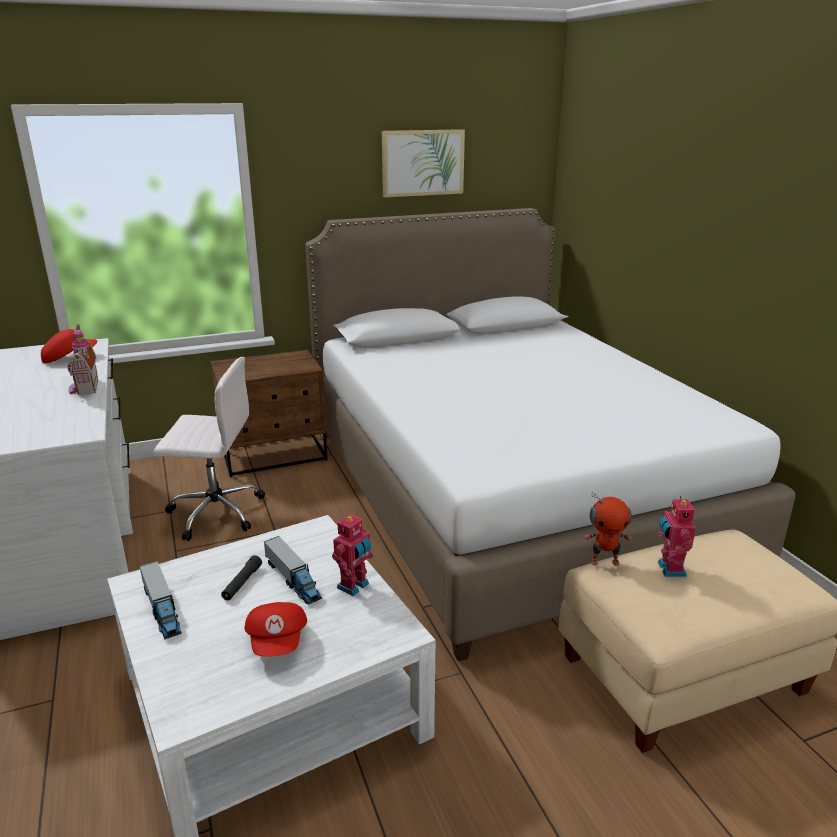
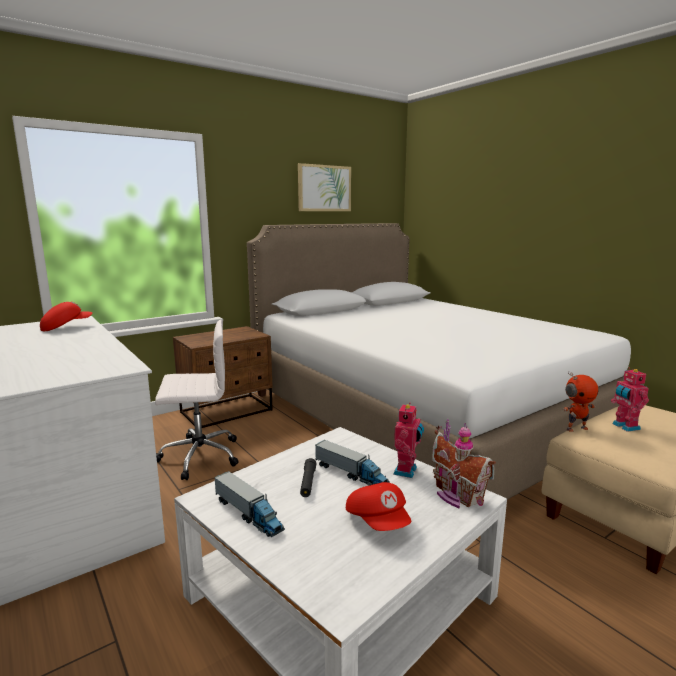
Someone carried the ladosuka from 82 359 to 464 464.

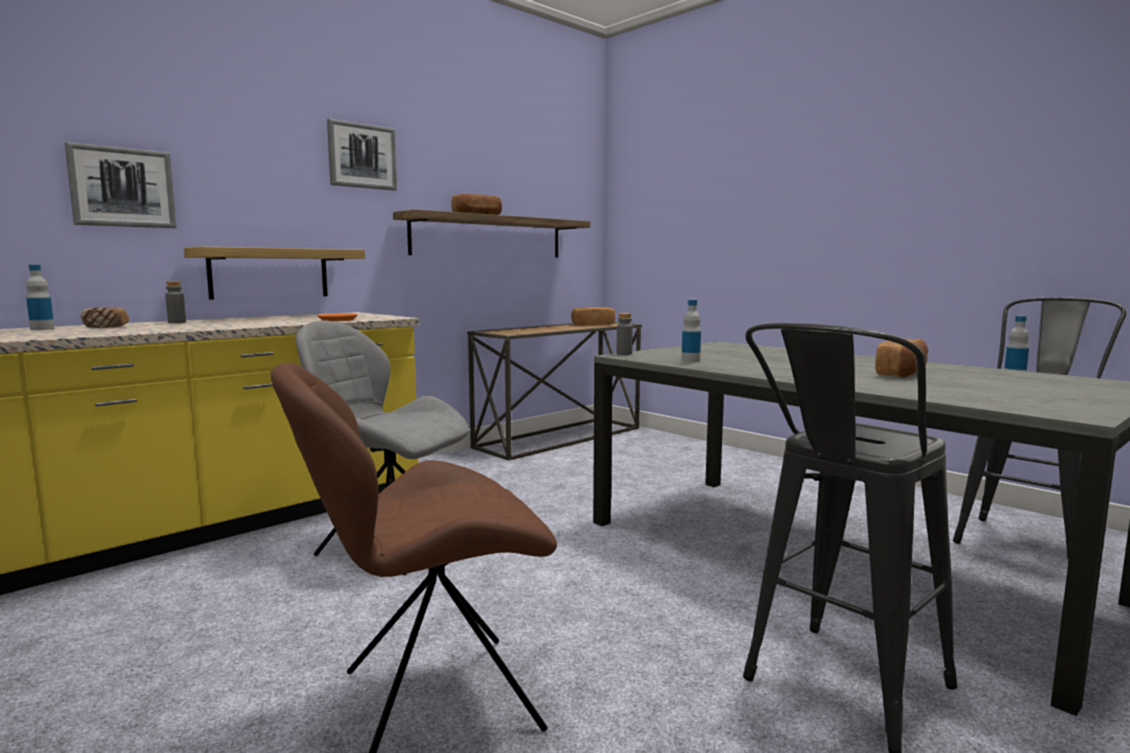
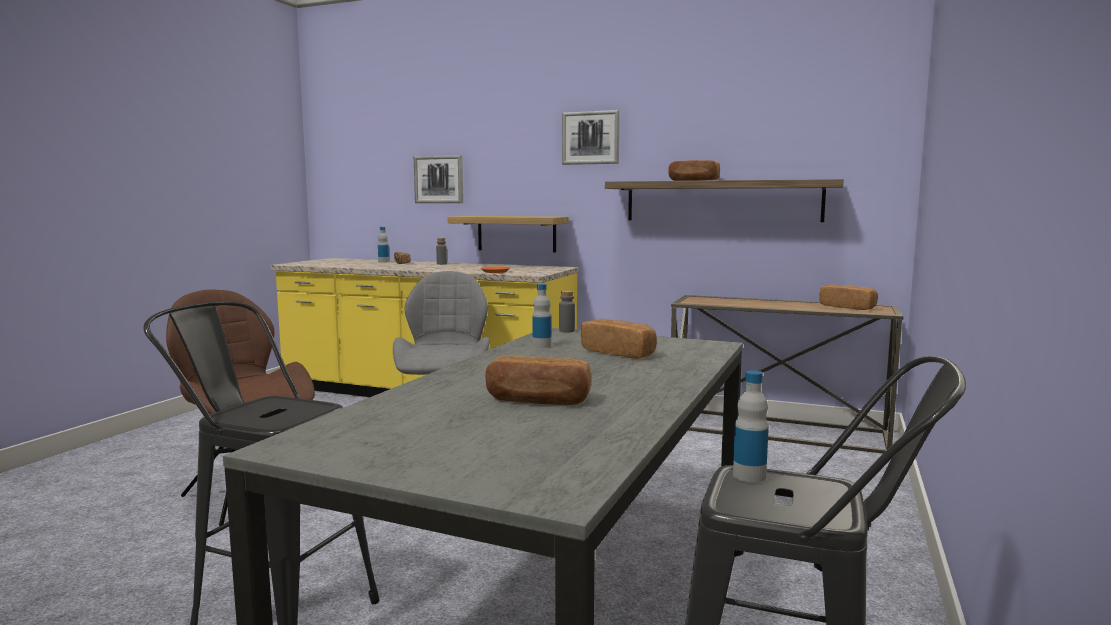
Someone put down the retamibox at 619 339.

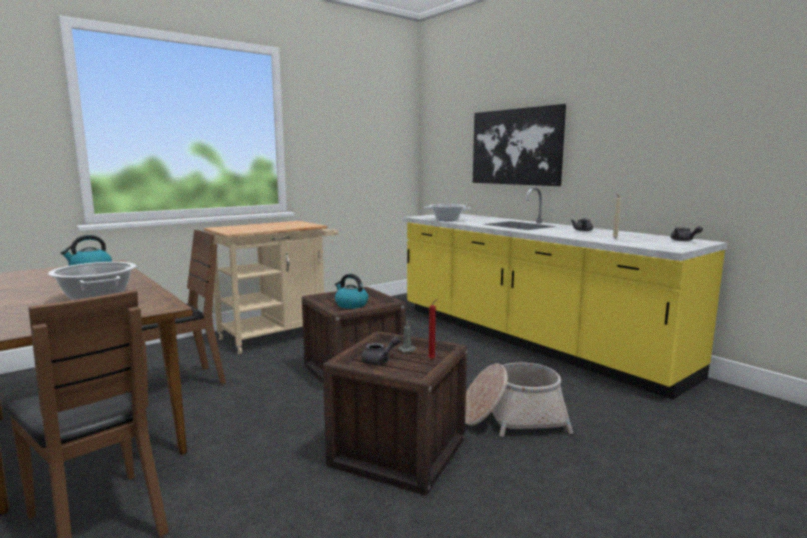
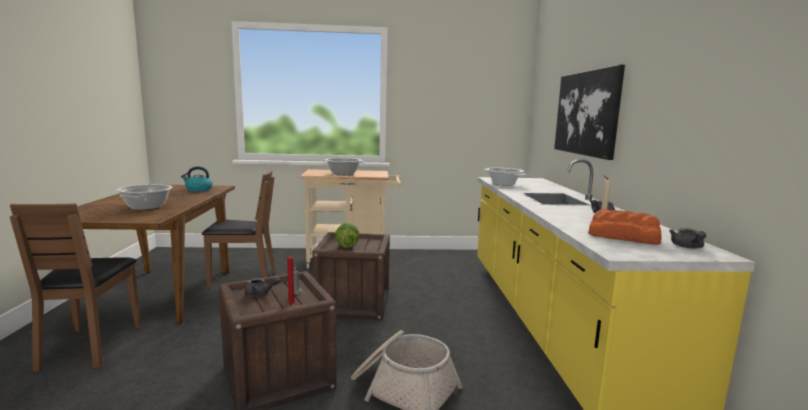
Someone swapped the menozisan at 351 291 for the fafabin at 347 235.
Someone put down the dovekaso at 343 167.
Someone put down the retamibox at 625 226.

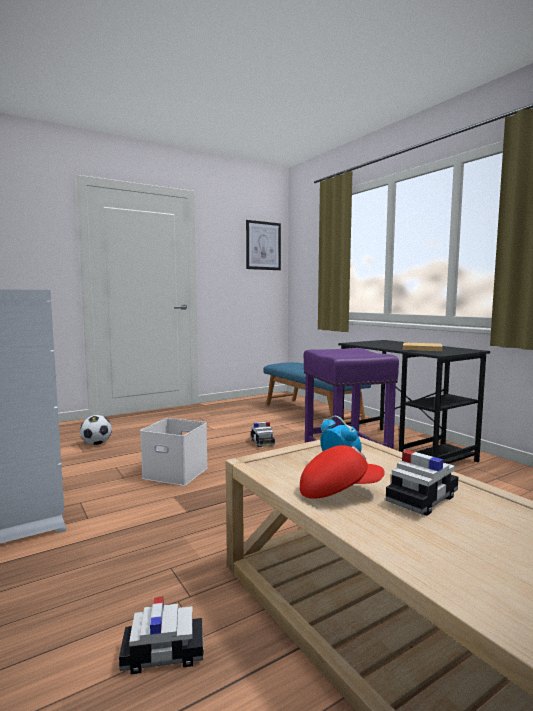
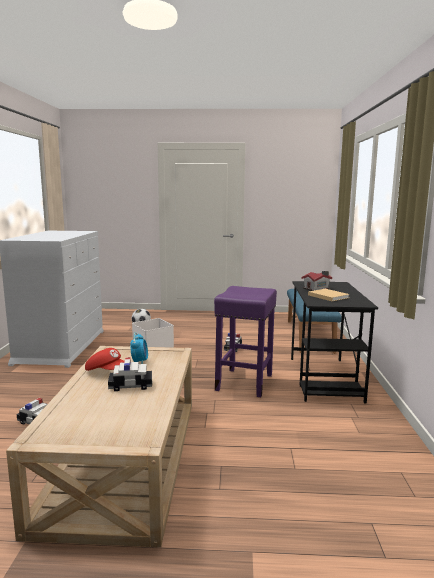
Someone took away the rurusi at 263 245.
Someone put down the ladosuka at 317 281.

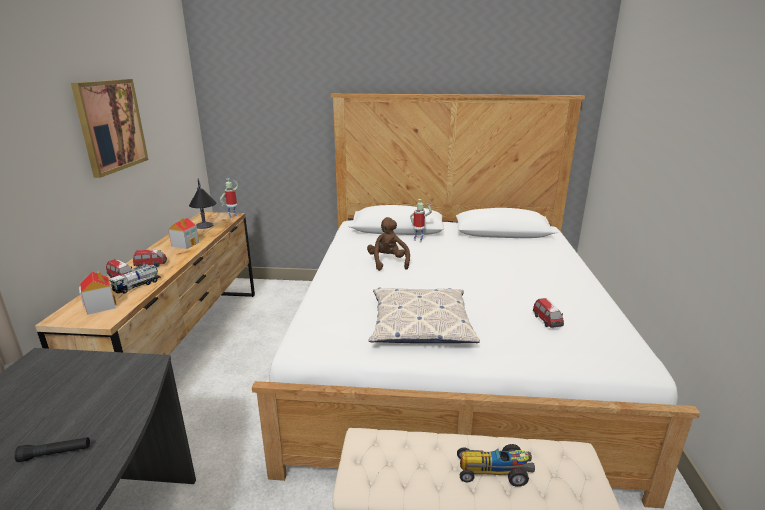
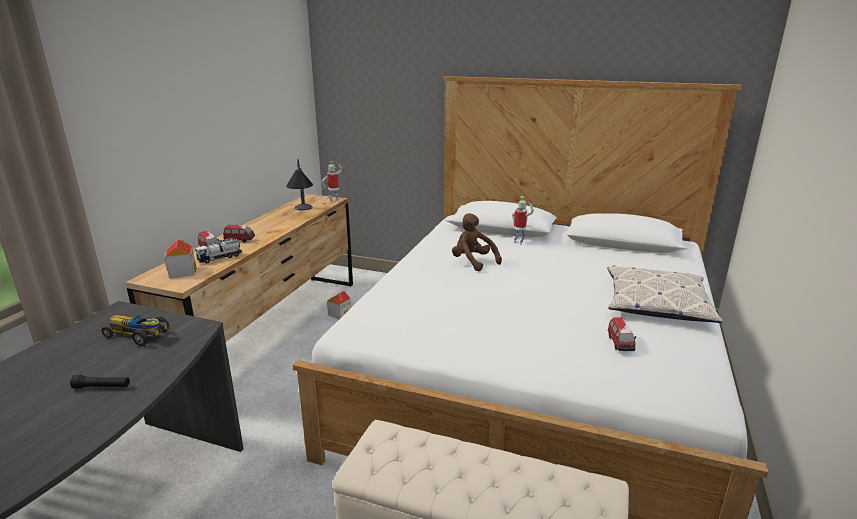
Someone took away the rurusi at 109 128.
Someone carried the ladosuka from 183 233 to 339 305.
Someone rotated the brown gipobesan at 388 244 by 45 degrees counterclockwise.
Someone carried the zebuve from 424 315 to 665 294.
Someone carried the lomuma from 496 465 to 135 330.

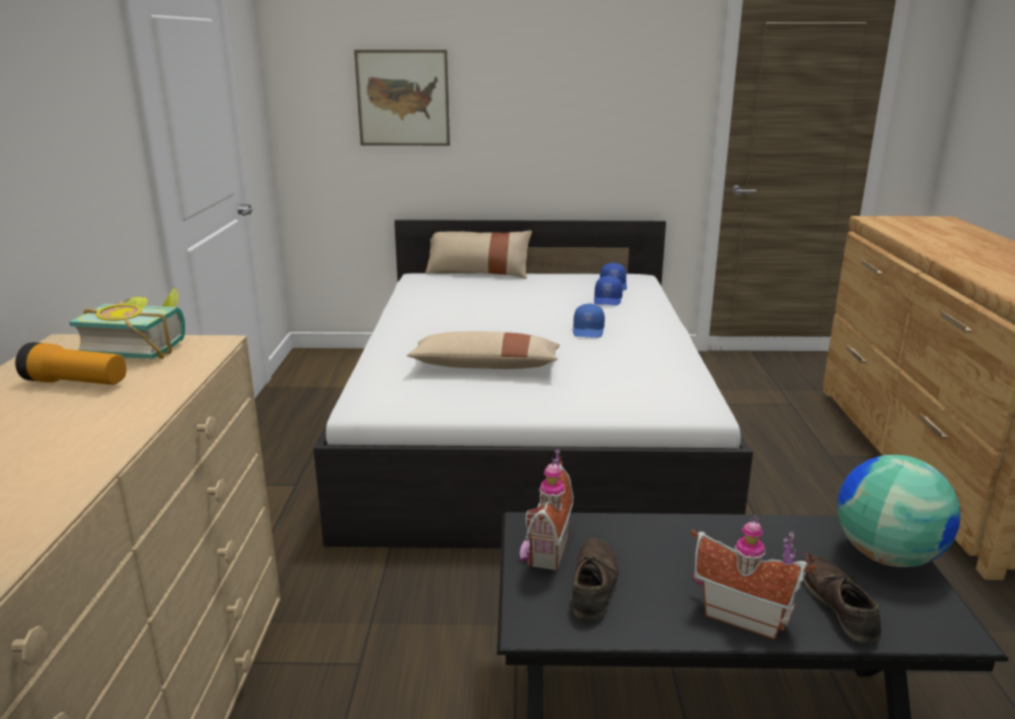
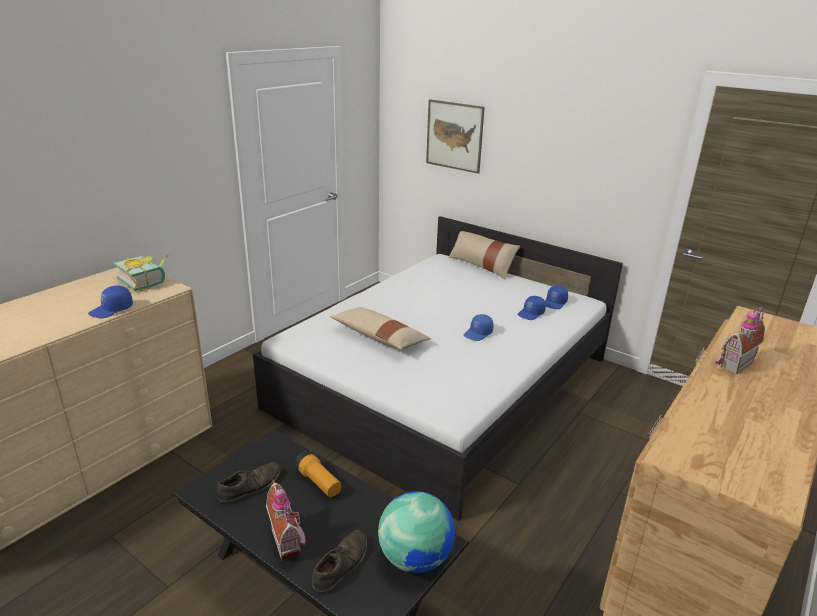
Someone carried the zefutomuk from 70 363 to 318 474.
Someone carried the ladosuka from 547 509 to 740 340.
Someone put down the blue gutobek at 110 302.

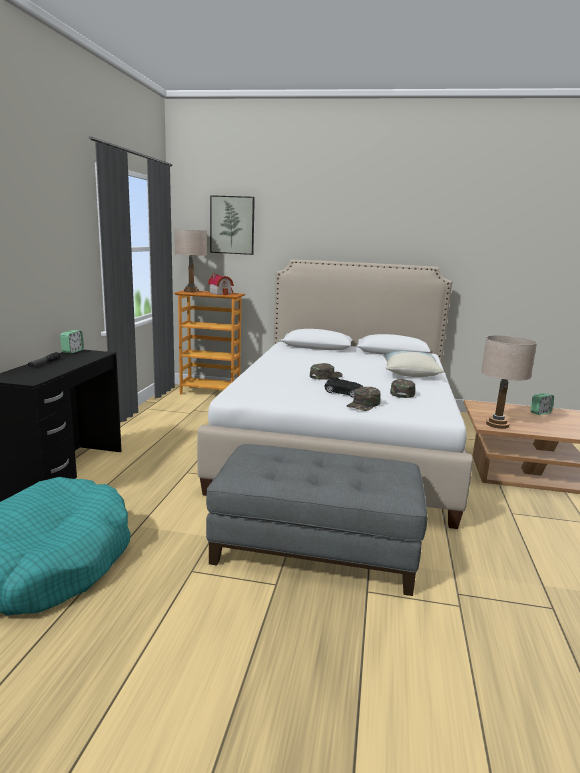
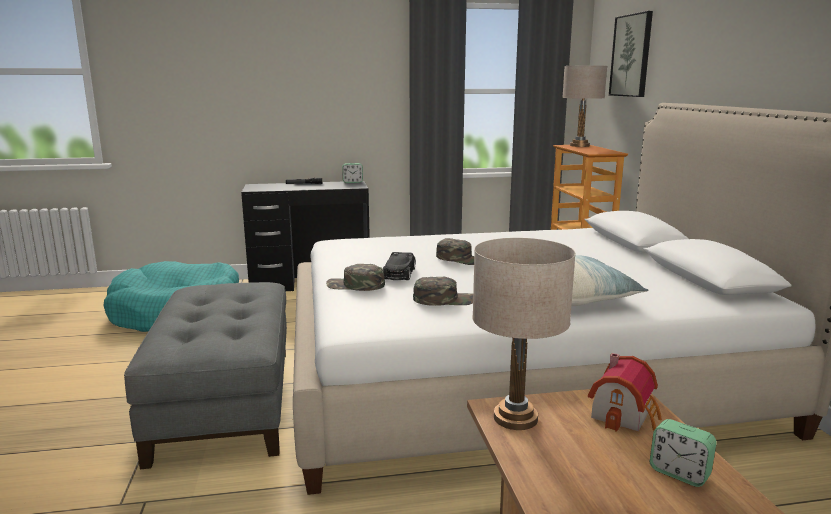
Someone carried the ladosuka from 221 284 to 625 392.

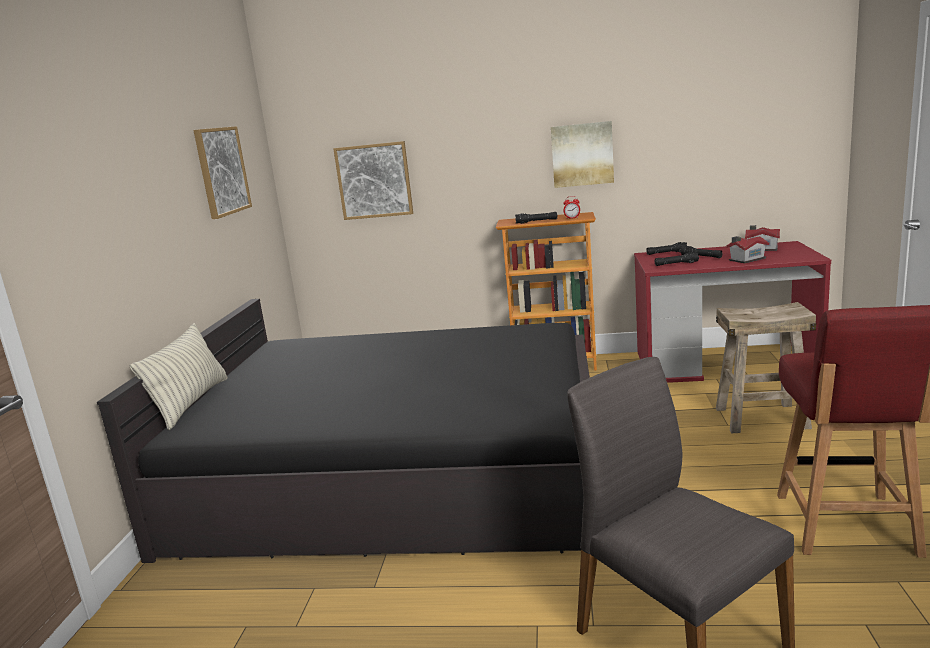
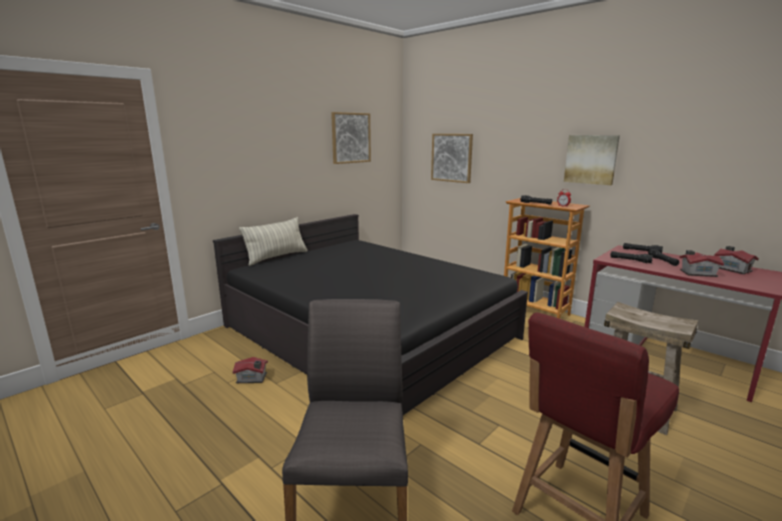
Someone put down the ladosuka at 250 370.

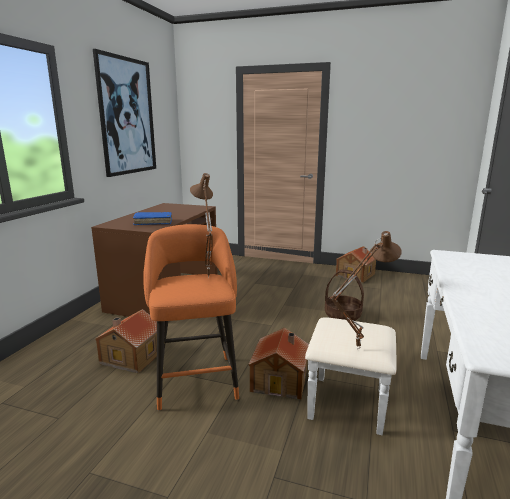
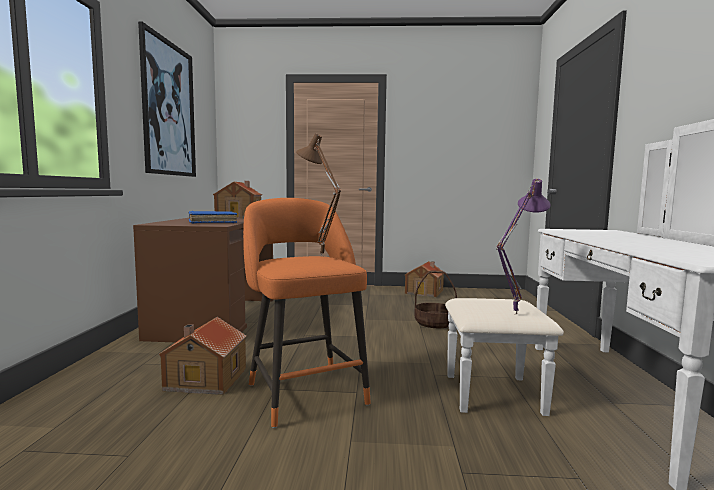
Someone carried the ladosuka from 278 363 to 237 200.
Someone repainted the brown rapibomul at 366 290, which became the purple rapibomul at 523 247.

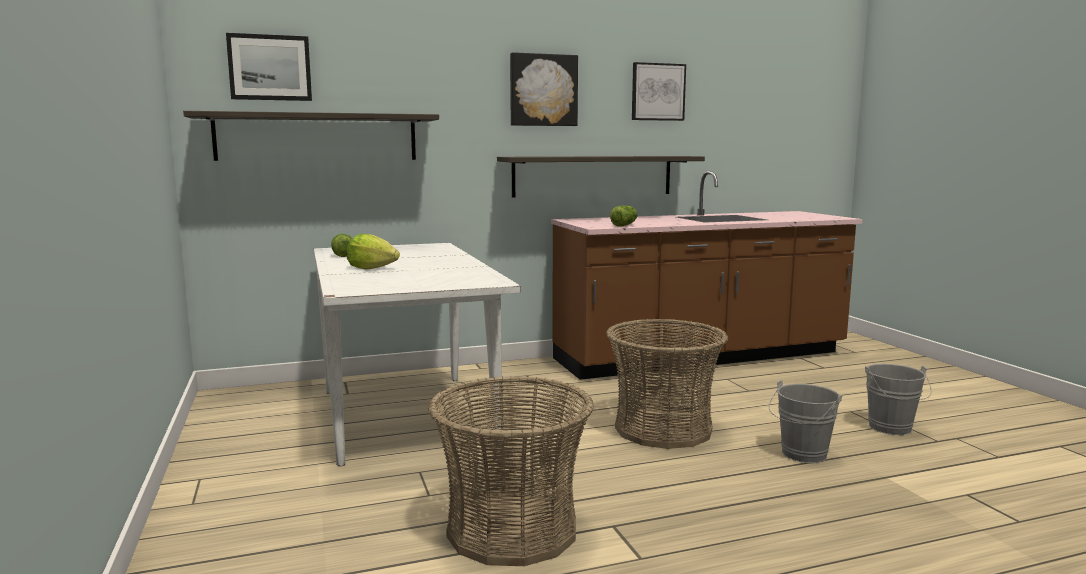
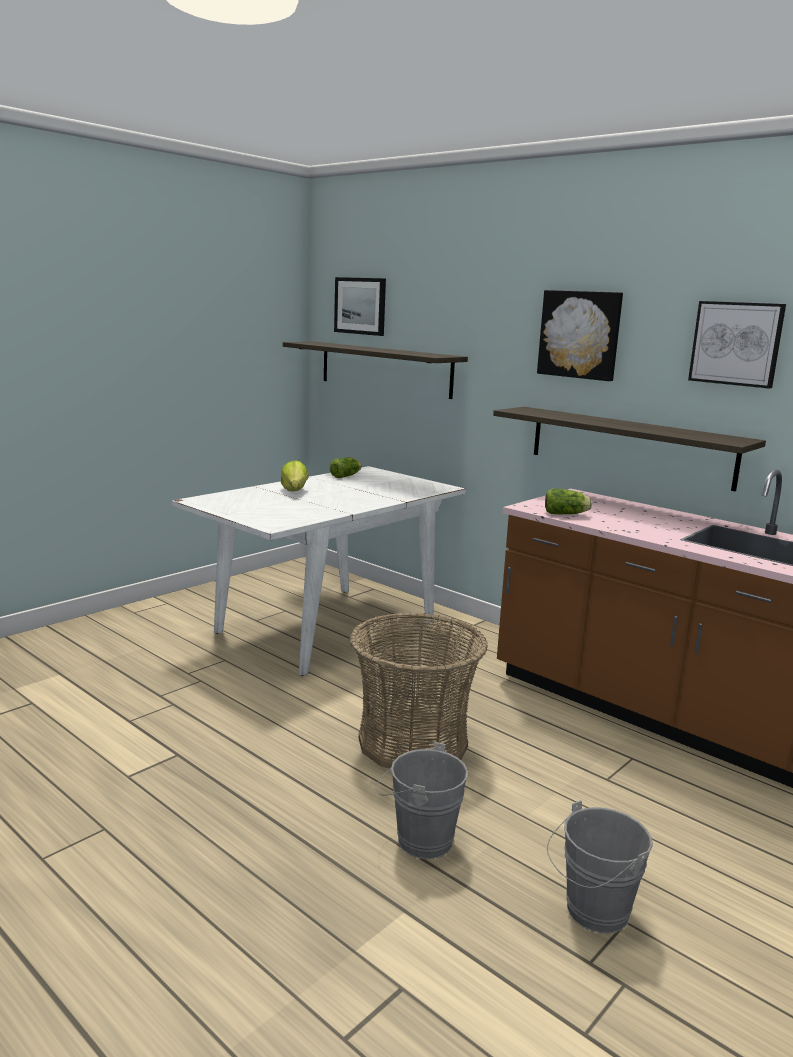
Someone took away the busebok at 511 471.

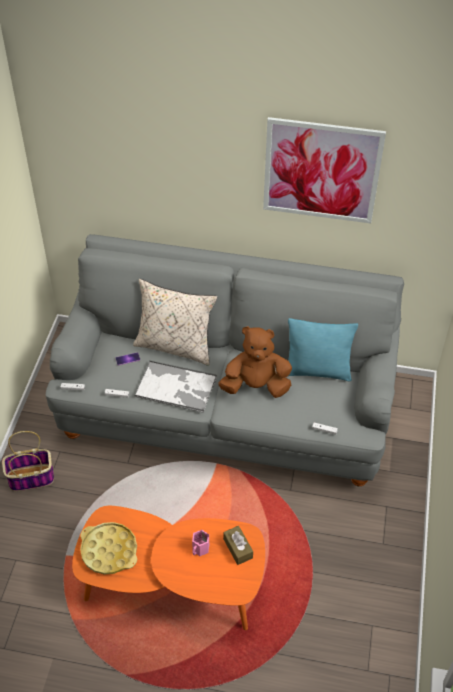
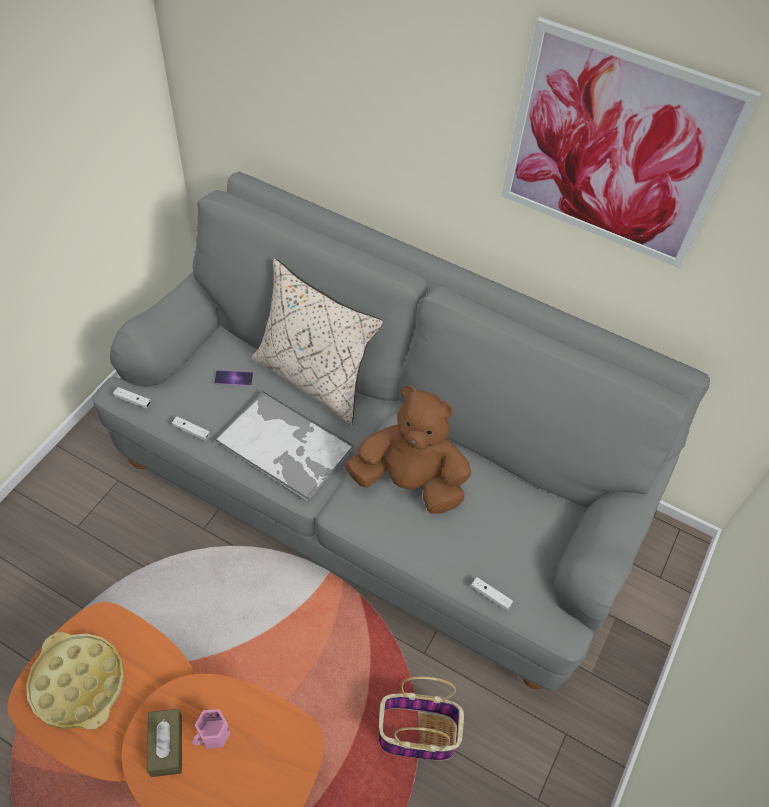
Someone carried the busebok from 28 461 to 421 718.
Someone carried the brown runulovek from 238 545 to 164 743.
Someone took away the turquoise zebuve at 323 350.

